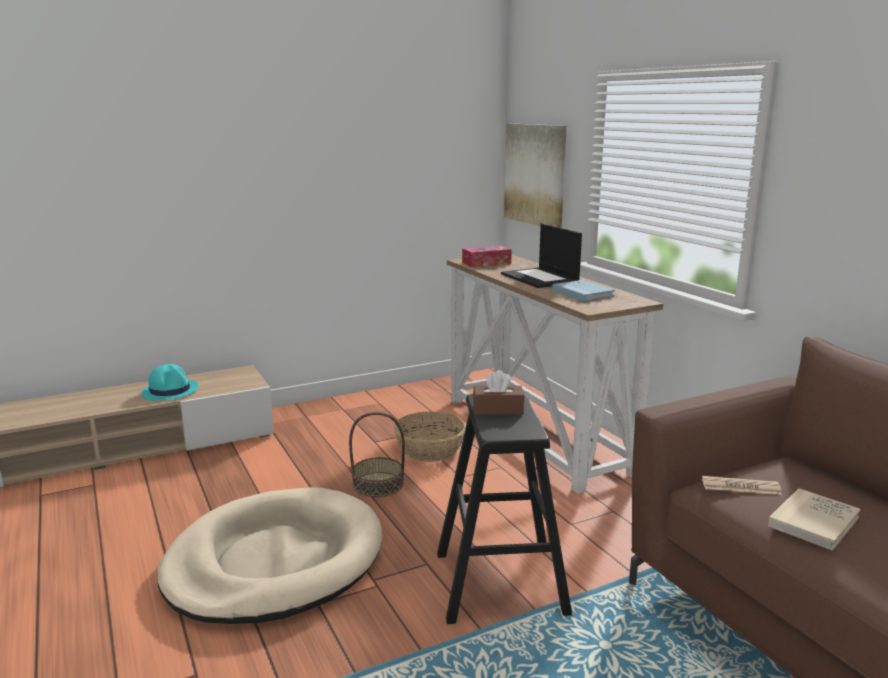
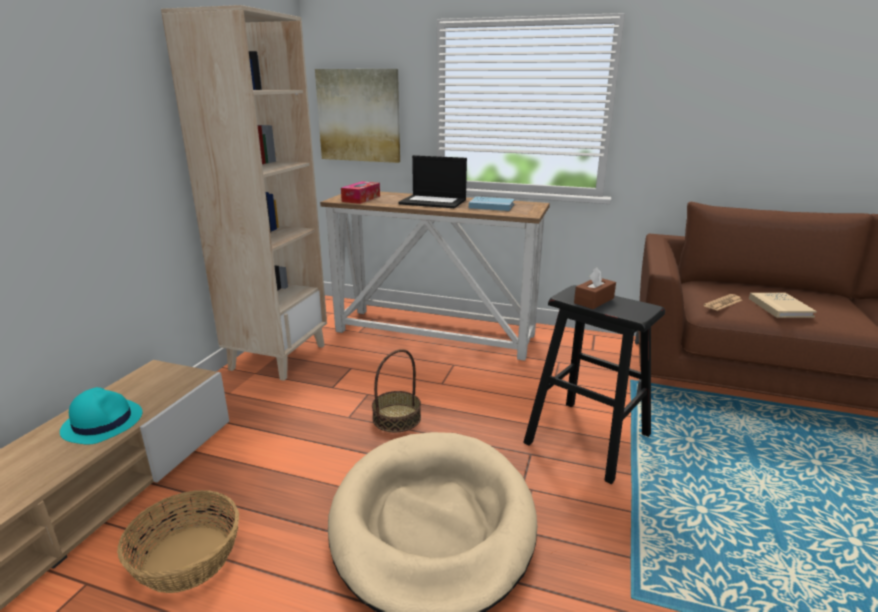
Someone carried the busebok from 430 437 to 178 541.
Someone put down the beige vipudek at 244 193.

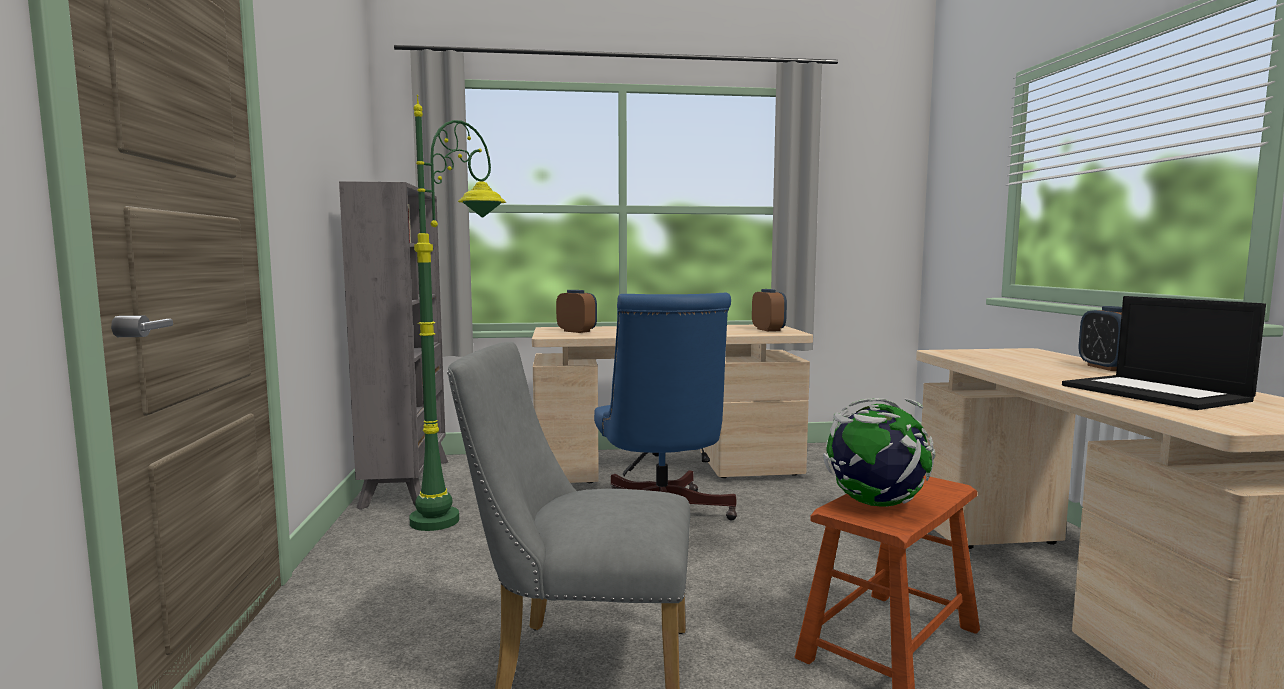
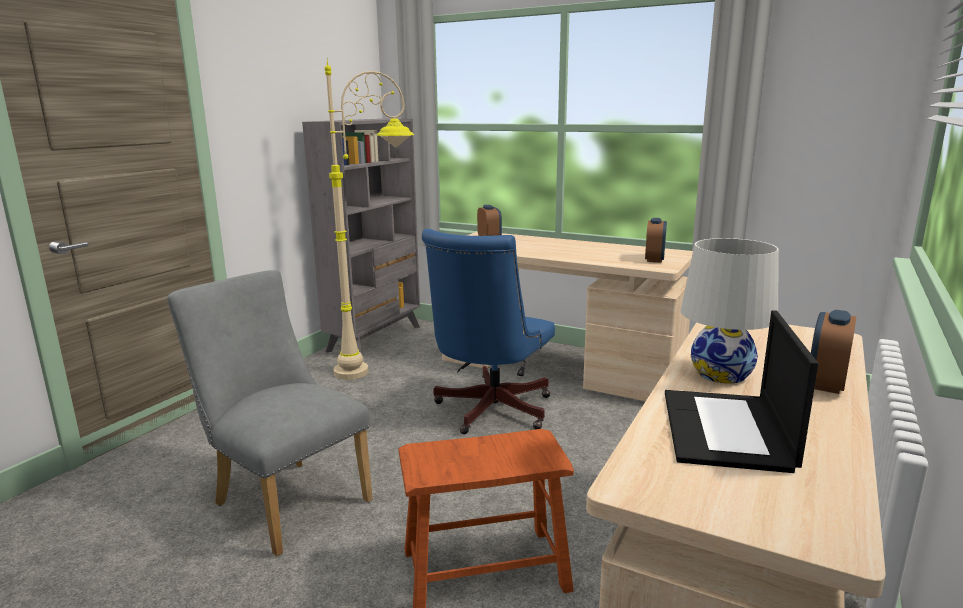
Someone repainted the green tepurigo at 457 313, which became the beige tepurigo at 369 219.
Someone took away the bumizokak at 879 452.
Someone put down the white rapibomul at 729 311.

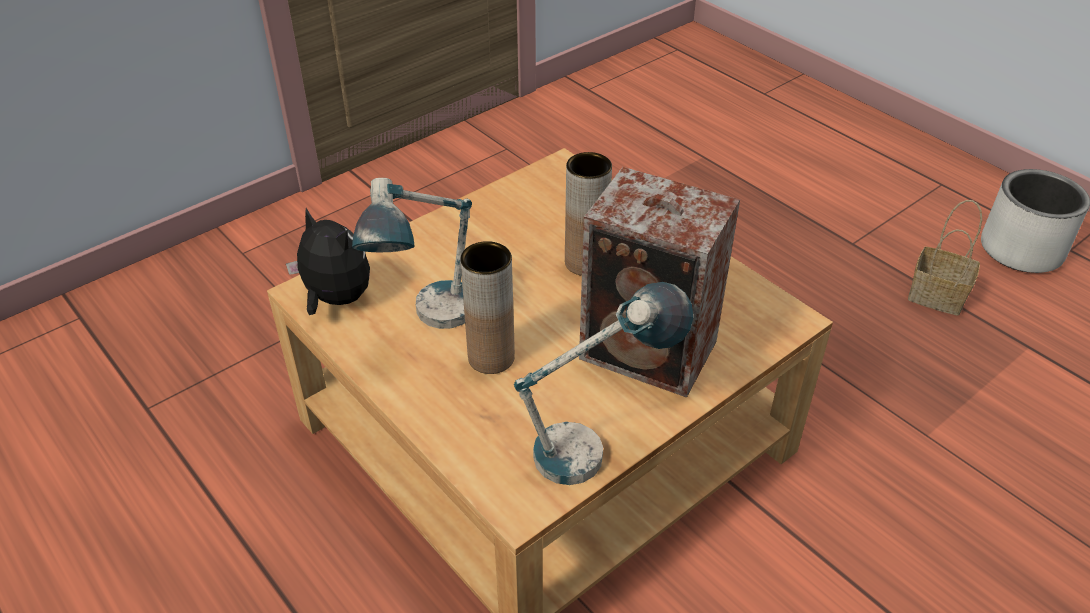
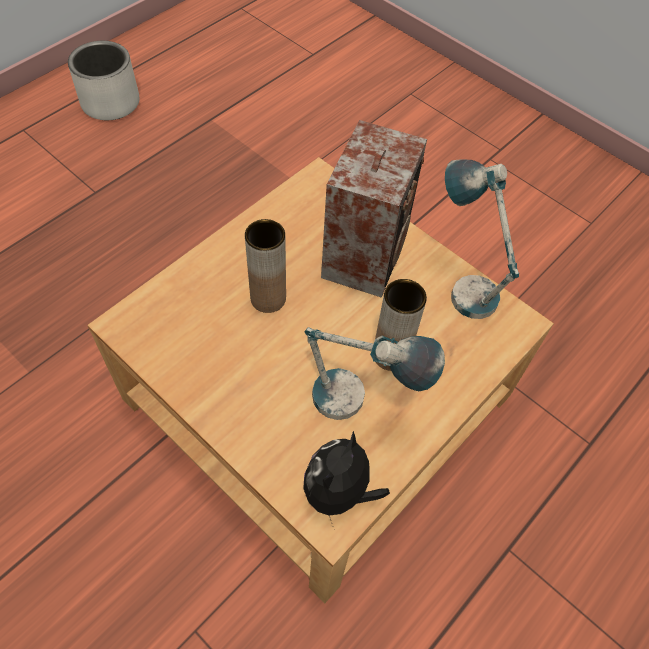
Someone took away the busebok at 945 258.

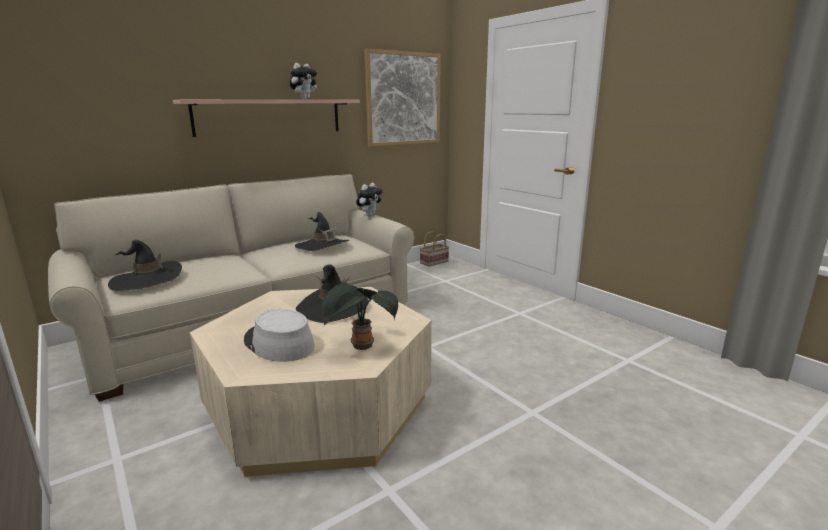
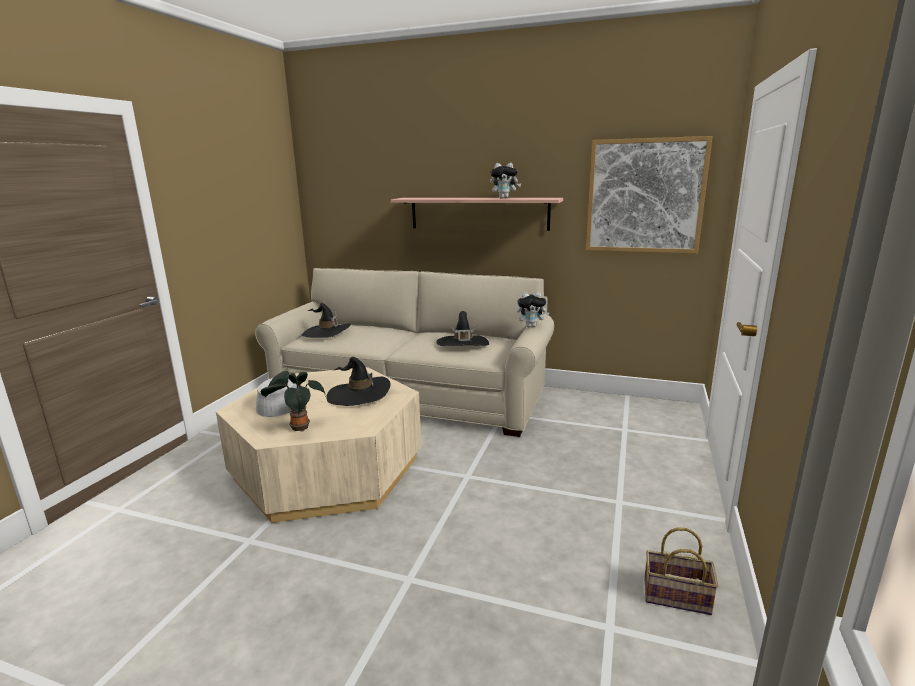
Someone carried the busebok from 434 249 to 681 571.

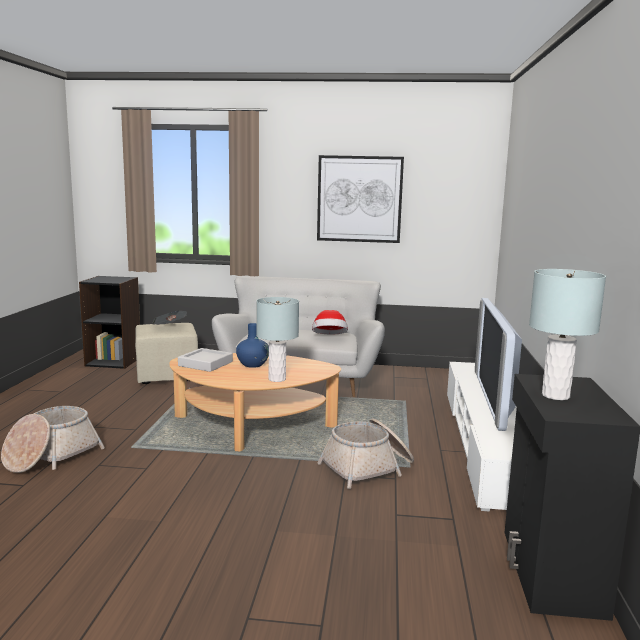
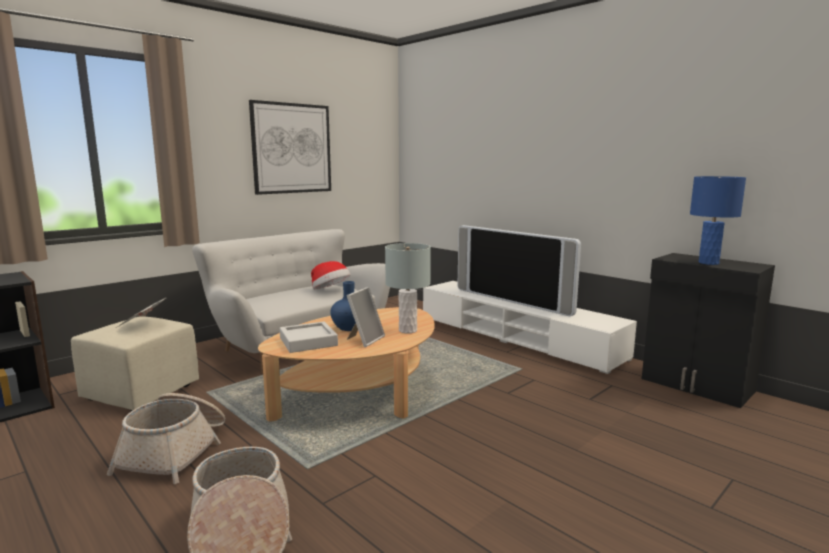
Someone carried the busebok from 366 453 to 166 438.
Someone repainted the grey rapibomul at 567 334, which became the blue rapibomul at 718 220.
Someone put down the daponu at 366 317.

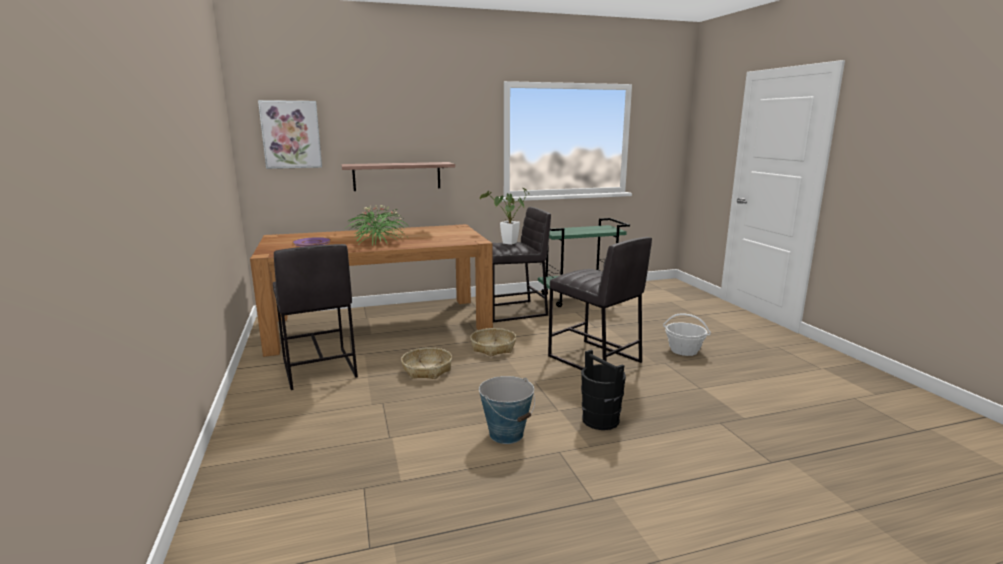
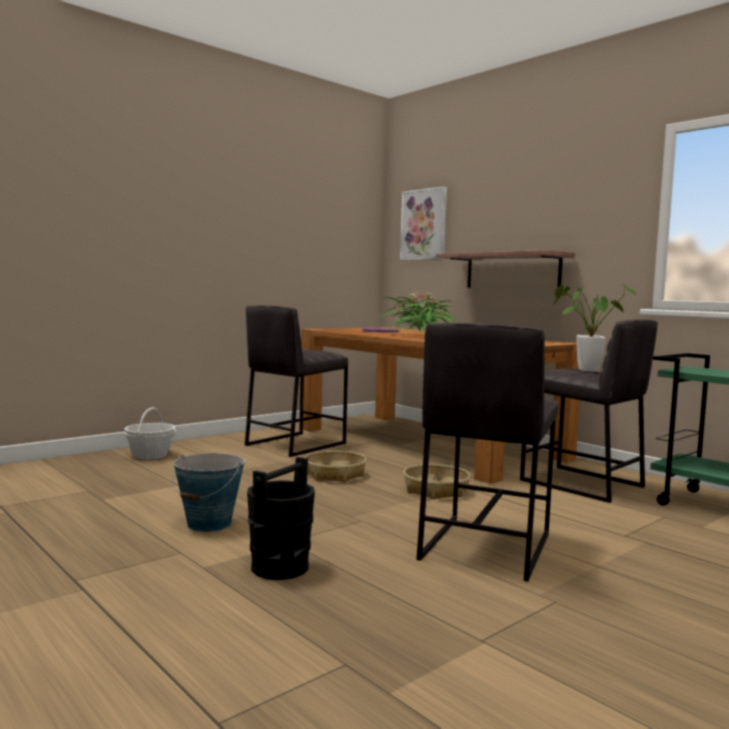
Someone carried the busebok from 687 334 to 150 433.

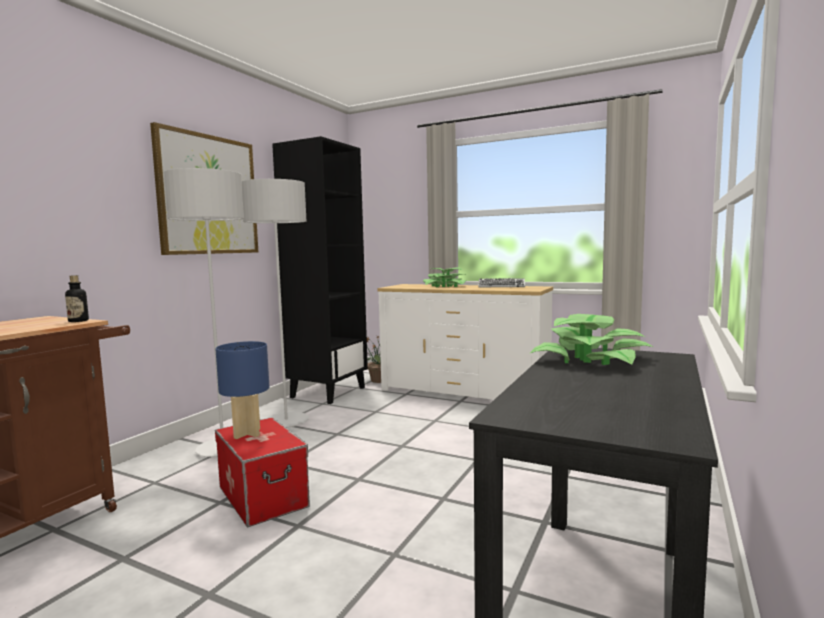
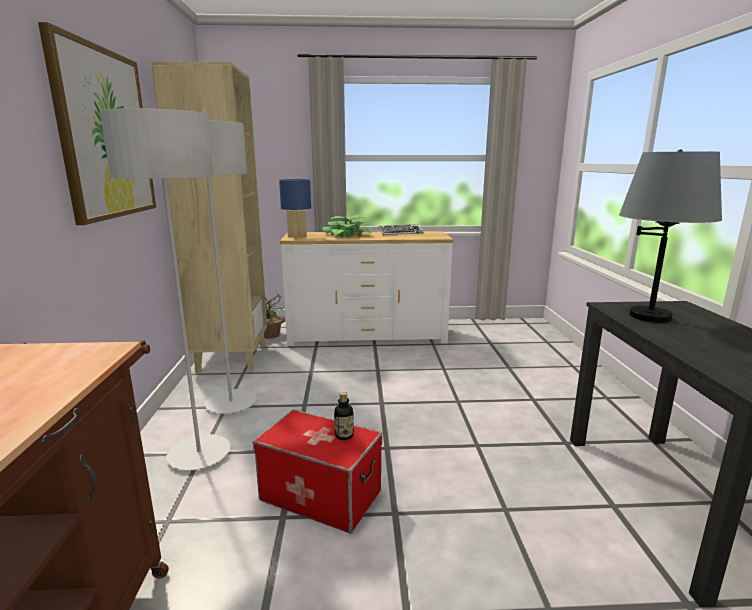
Someone carried the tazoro from 77 298 to 344 416.
Someone carried the blue rapibomul from 242 390 to 295 208.
Someone repainted the black vipudek at 320 270, which became the beige vipudek at 209 217.
Someone swapped the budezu at 591 339 for the grey rapibomul at 670 236.

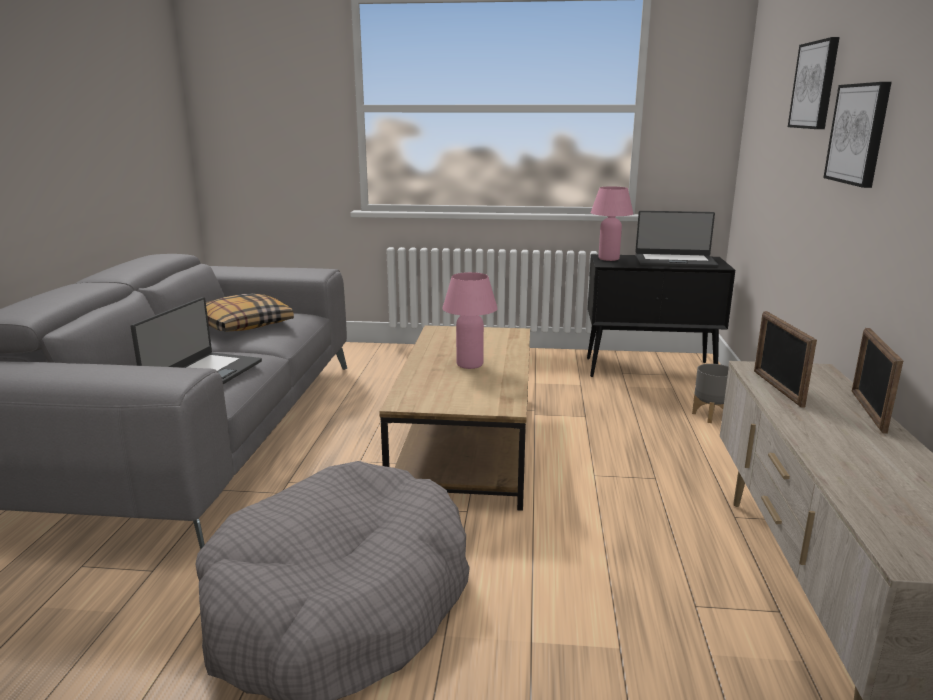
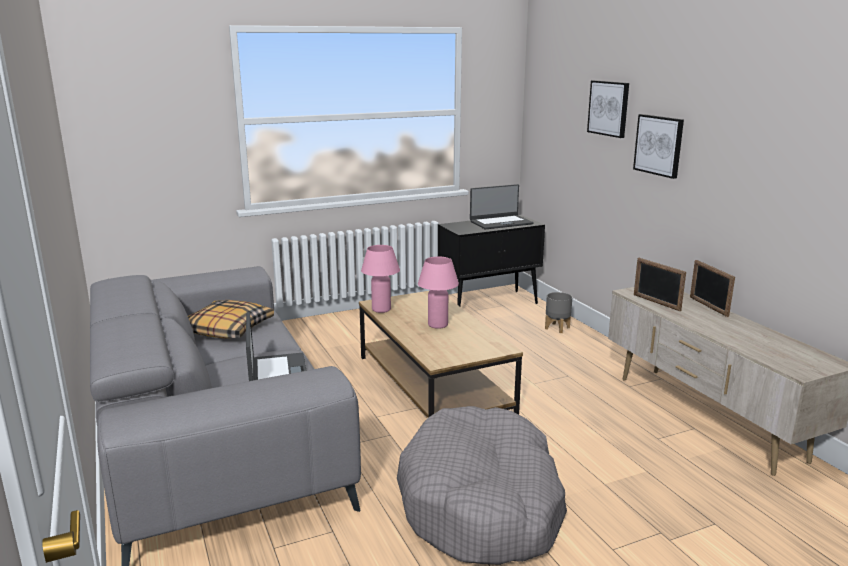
Someone carried the pink rapibomul from 612 223 to 380 279.

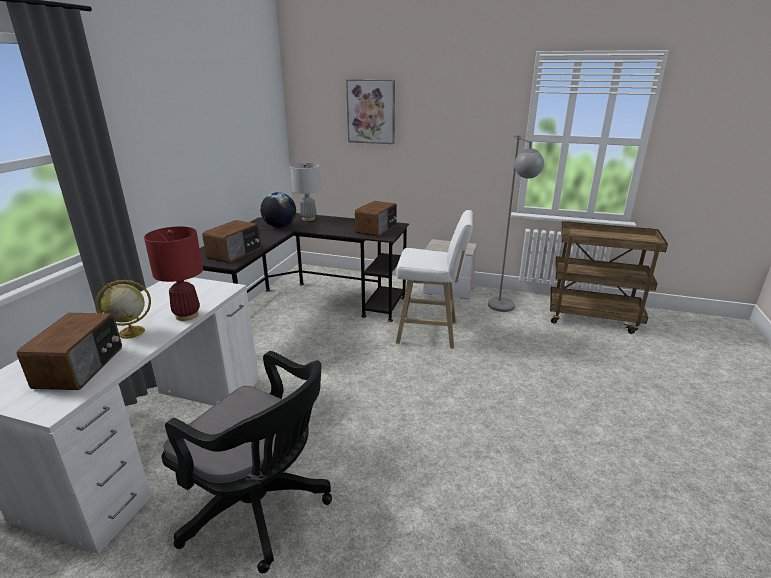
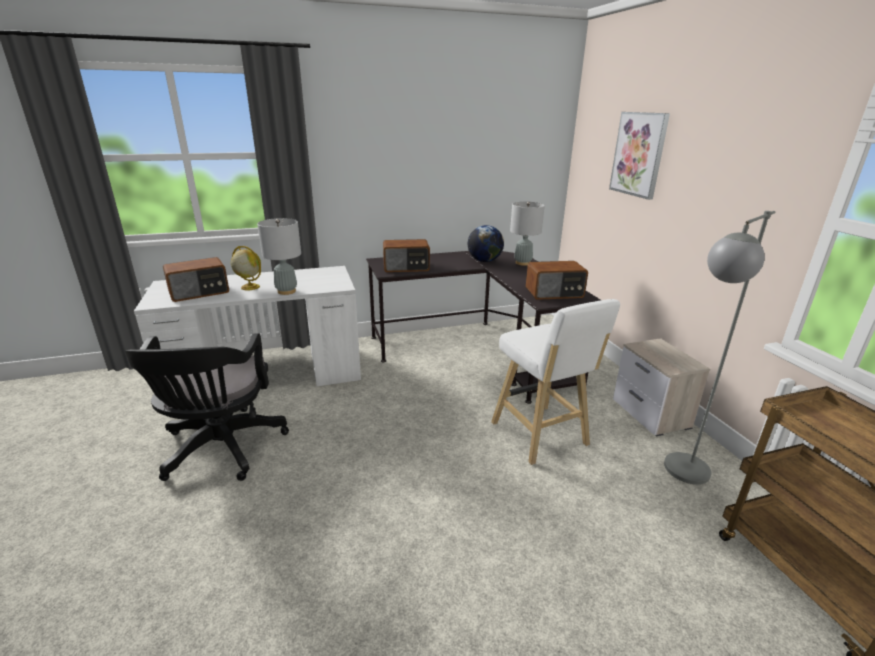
Someone repainted the red rapibomul at 173 273, which became the grey rapibomul at 279 256.

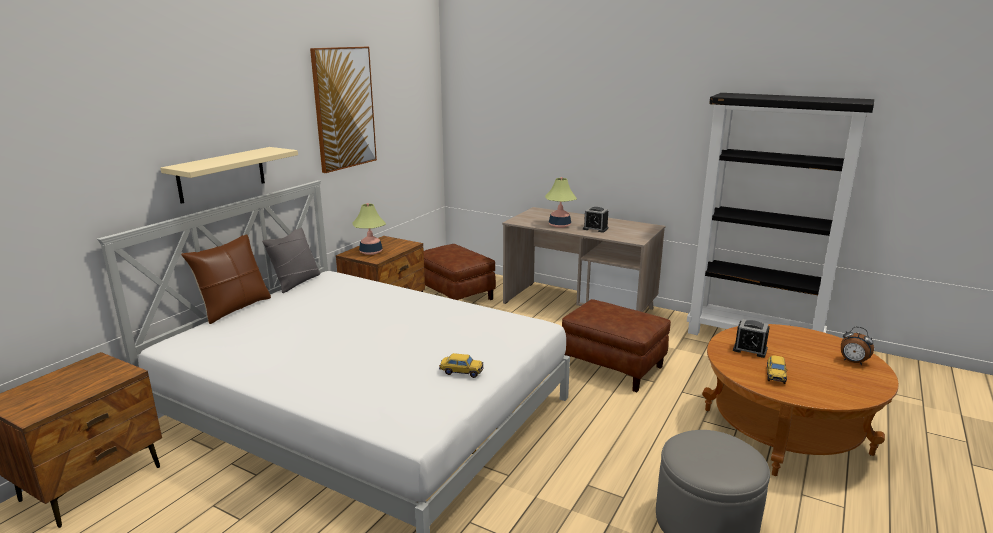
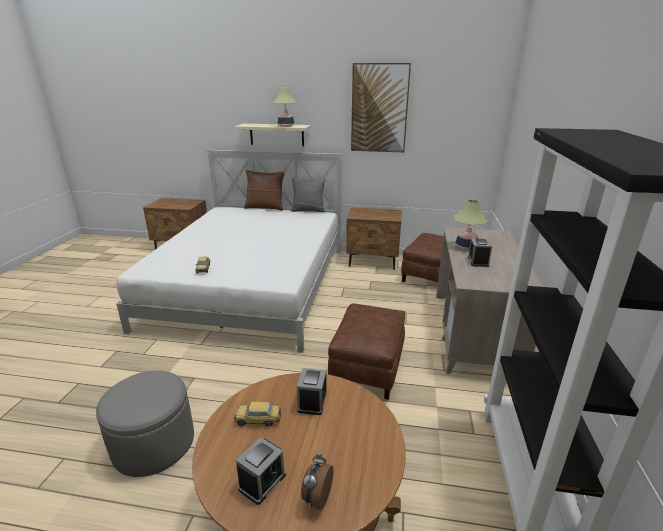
Someone carried the rapibomul from 369 229 to 285 106.
Someone put down the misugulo at 261 471.

